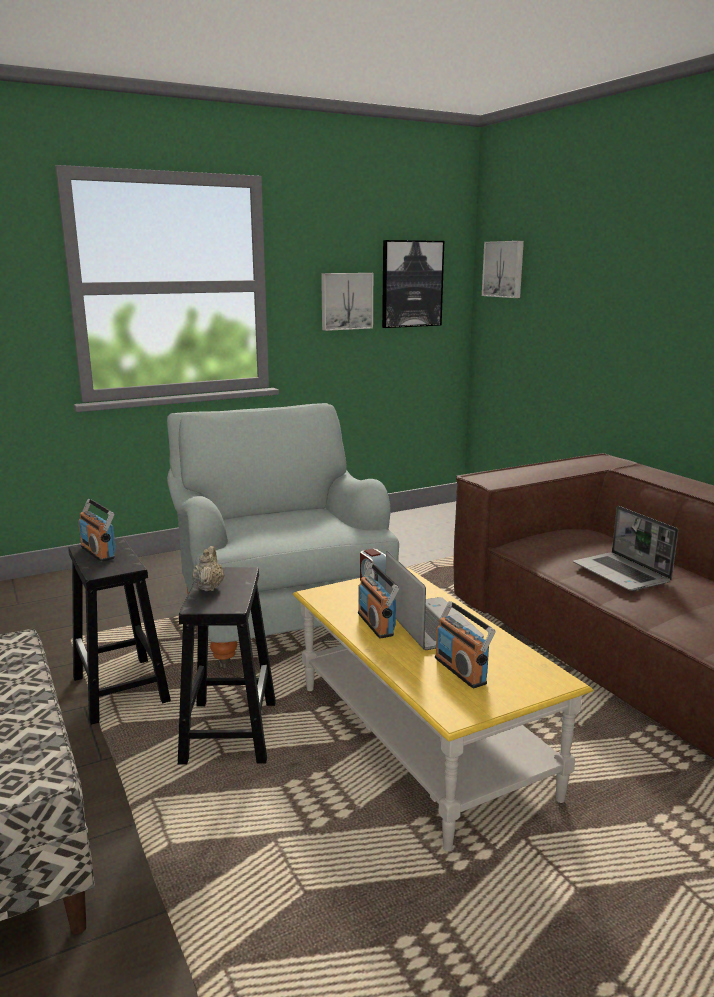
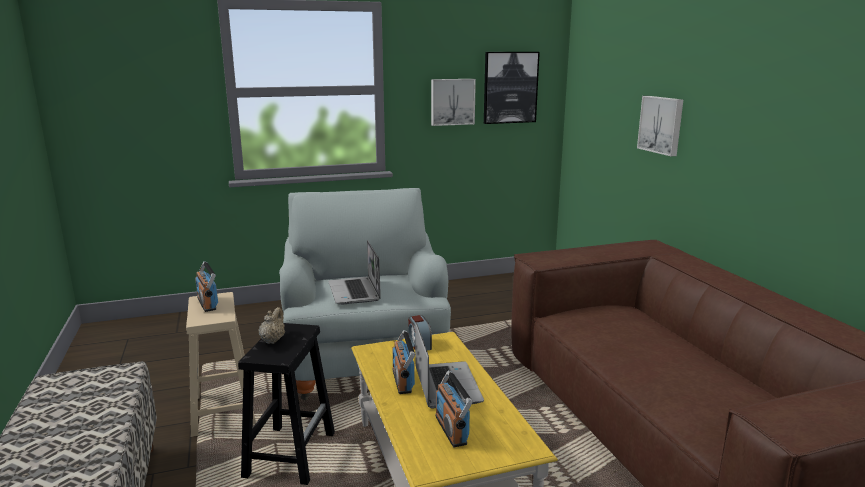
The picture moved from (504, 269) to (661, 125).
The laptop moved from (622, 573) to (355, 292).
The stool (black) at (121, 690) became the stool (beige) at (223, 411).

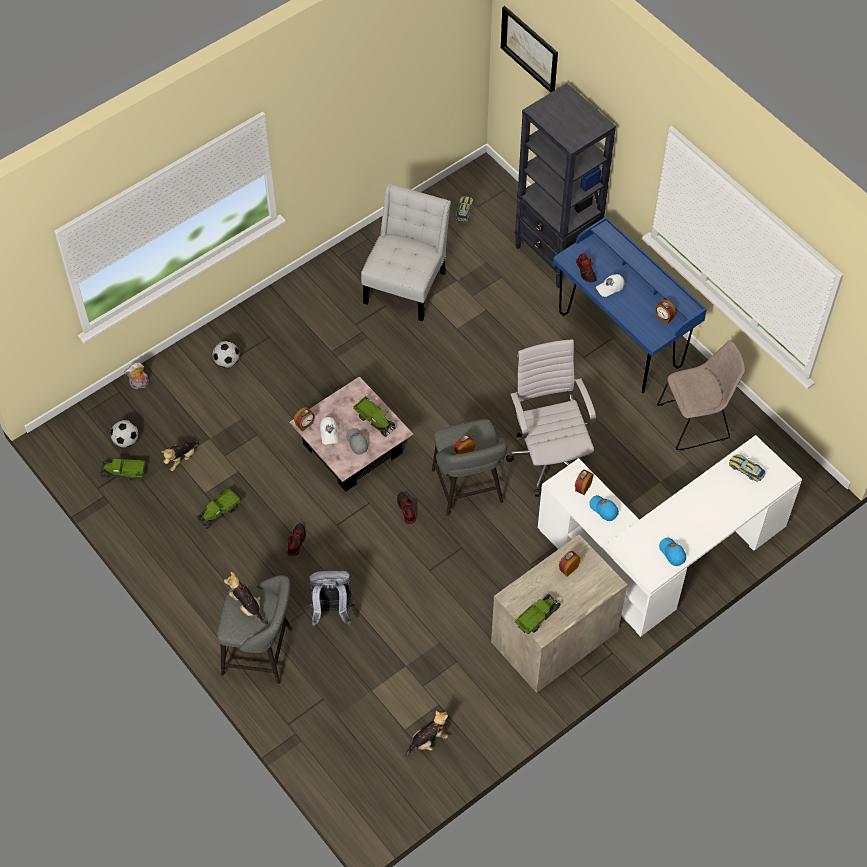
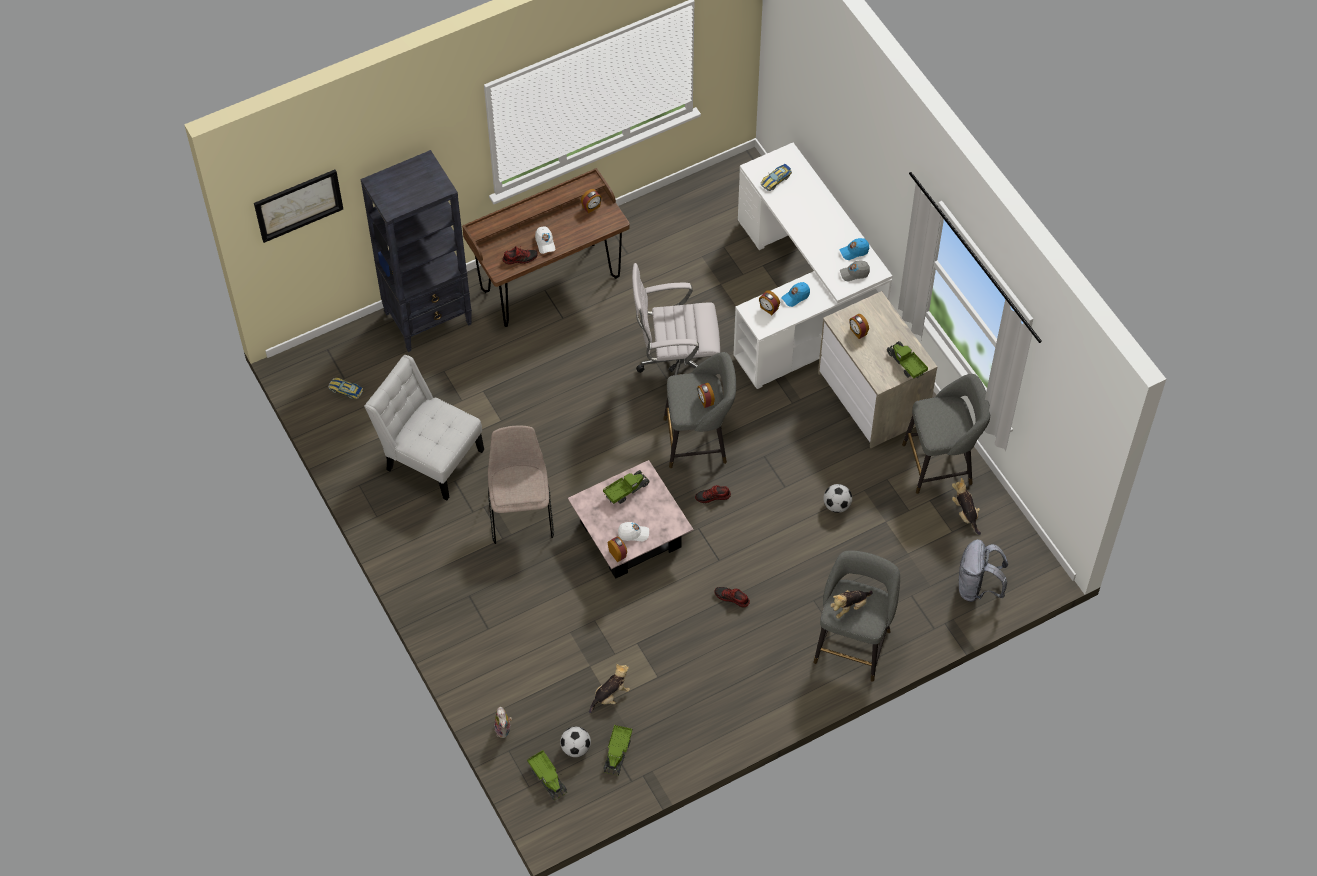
The desk (blue) at (620, 341) became the desk (brown) at (550, 284).
The chair (beige) moved from (695, 421) to (521, 513).
The football moved from (227, 362) to (837, 505).
The cap (grey) moved from (357, 442) to (854, 273).
The plush toy at (181, 459) turned 90 degrees counterclockwise.
The toy truck moved from (219, 513) to (548, 778).
The backpack (grey) moved from (332, 611) to (977, 587).
The stool (grey) at (941, 463) appeared.

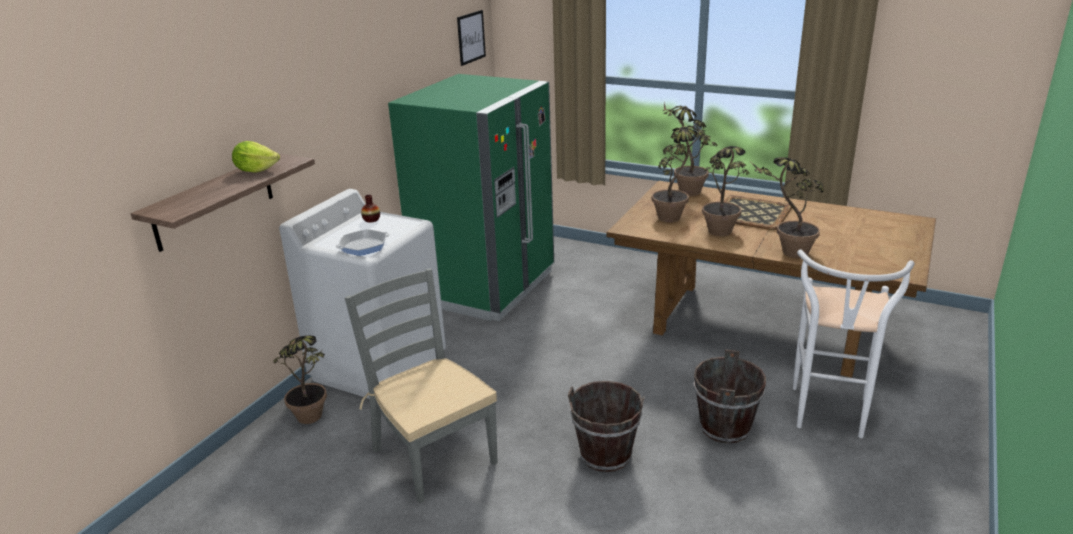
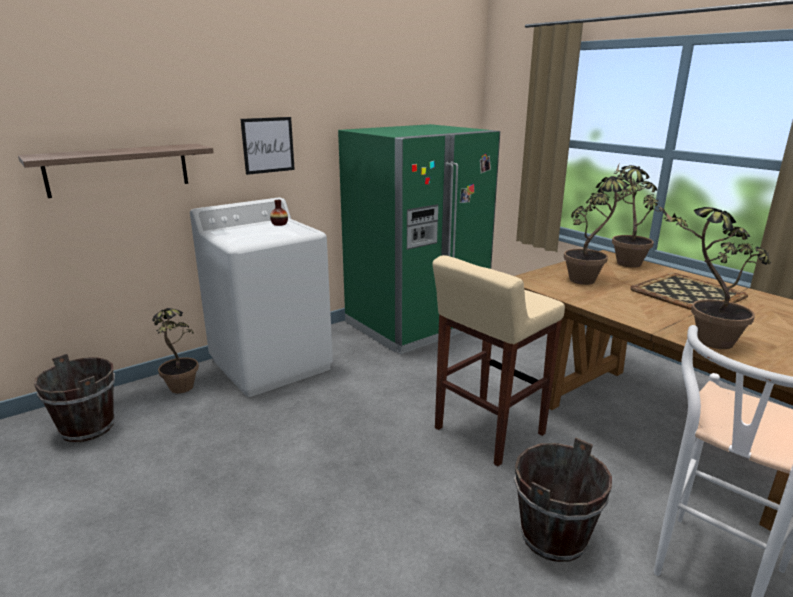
The picture moved from (471, 37) to (268, 145).
The lettuce at (256, 170) disappeared.
The potted plant at (721, 235) disappeared.
The frying pan at (363, 246) disappeared.
The chair (grey) at (433, 455) disappeared.
The bucket (brown) moved from (606, 455) to (88, 428).
The stool (beige) at (488, 432) appeared.

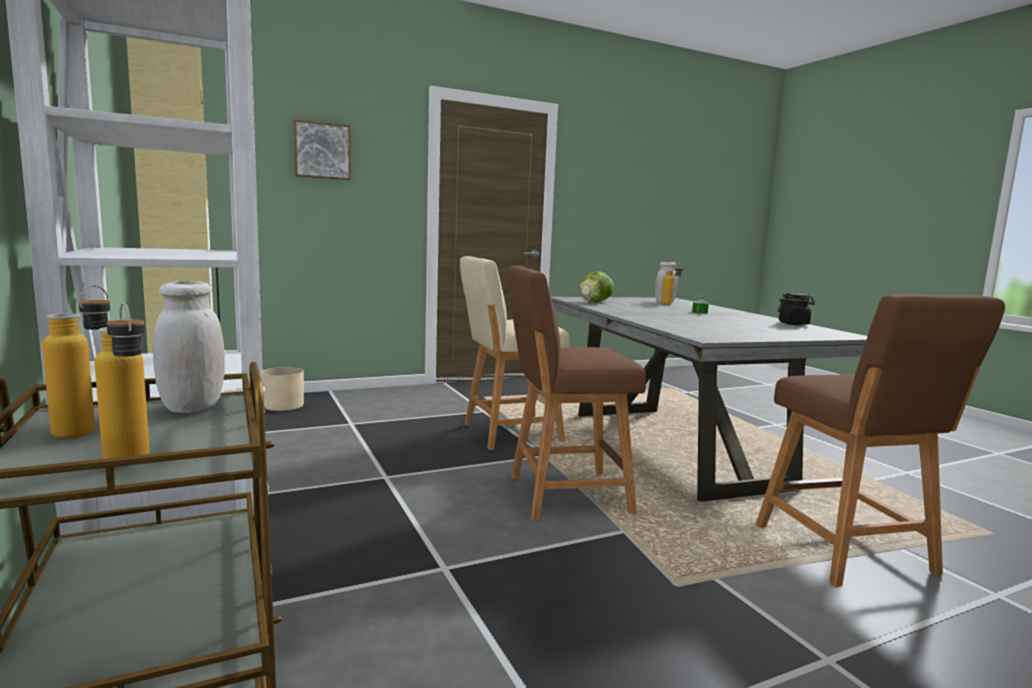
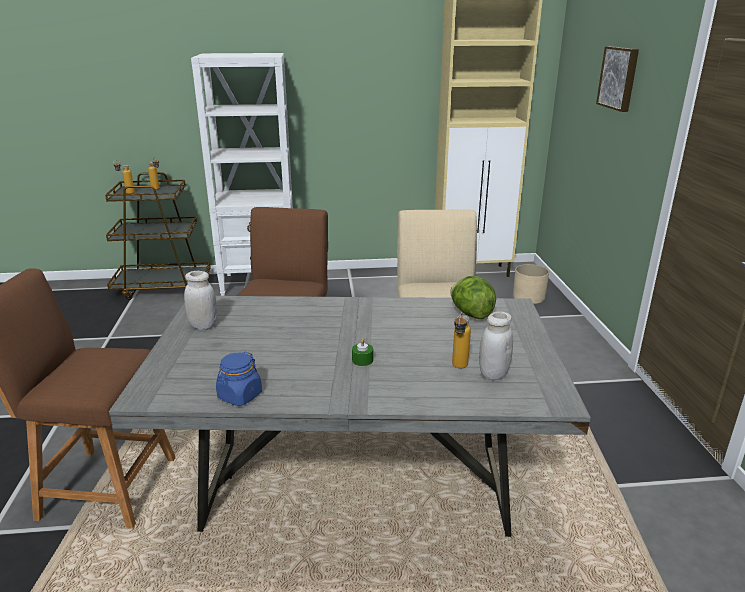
The jar (white) moved from (193, 407) to (203, 326).
The jar (black) at (794, 324) became the jar (blue) at (239, 396).

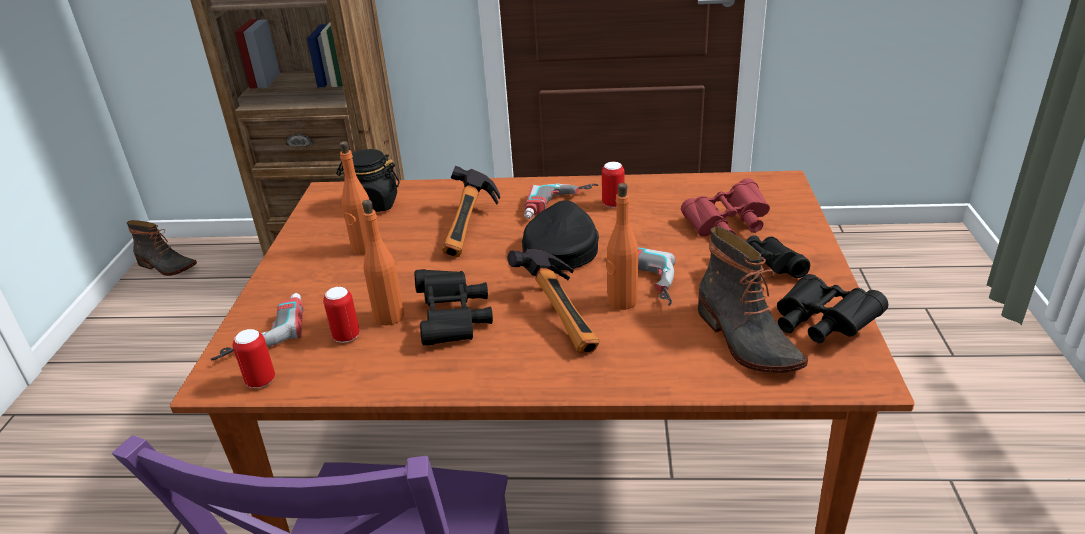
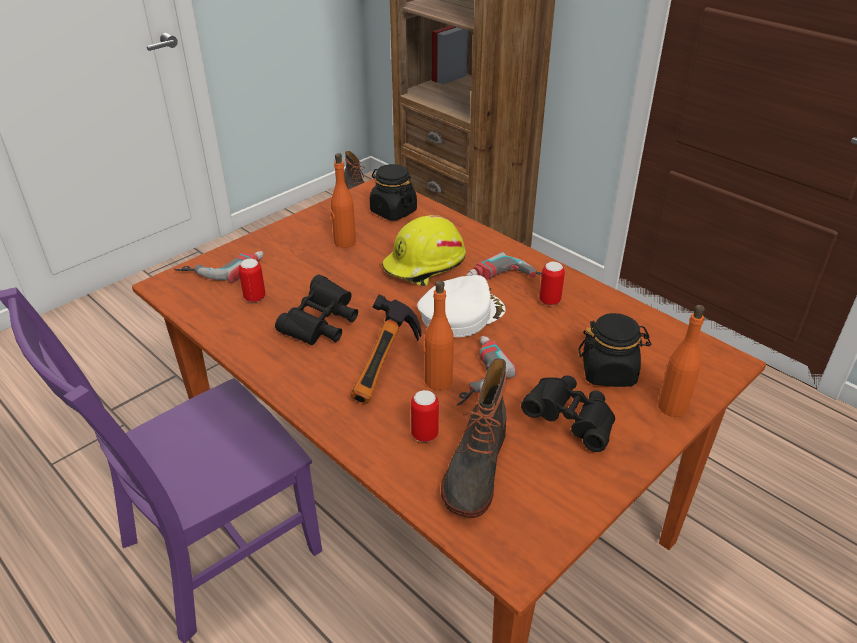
The hammer at (472, 229) was replaced by the hard hat (yellow) at (425, 265).
The binoculars (red) at (726, 226) was replaced by the jar (black) at (609, 372).
The bottle (orange) moved from (388, 316) to (672, 406).
The cap (black) at (561, 247) became the cap (white) at (461, 314).
The binoculars (black) at (821, 325) disappeared.
The can moved from (261, 381) to (424, 434).

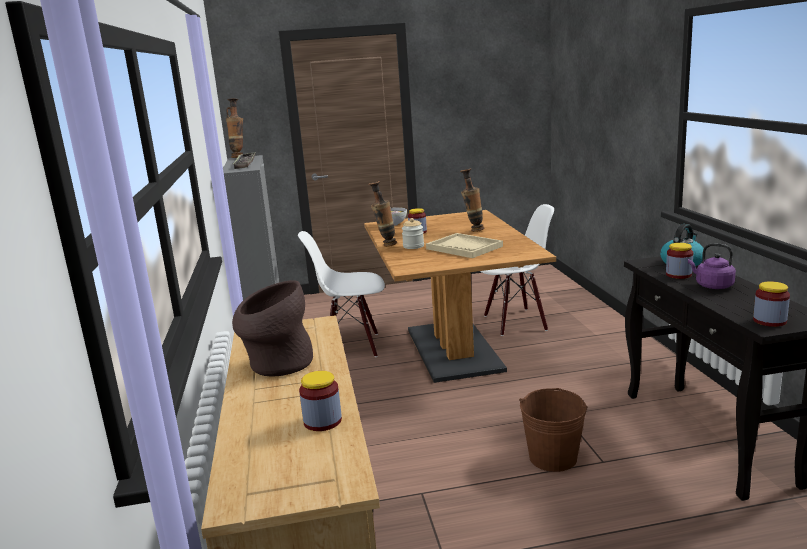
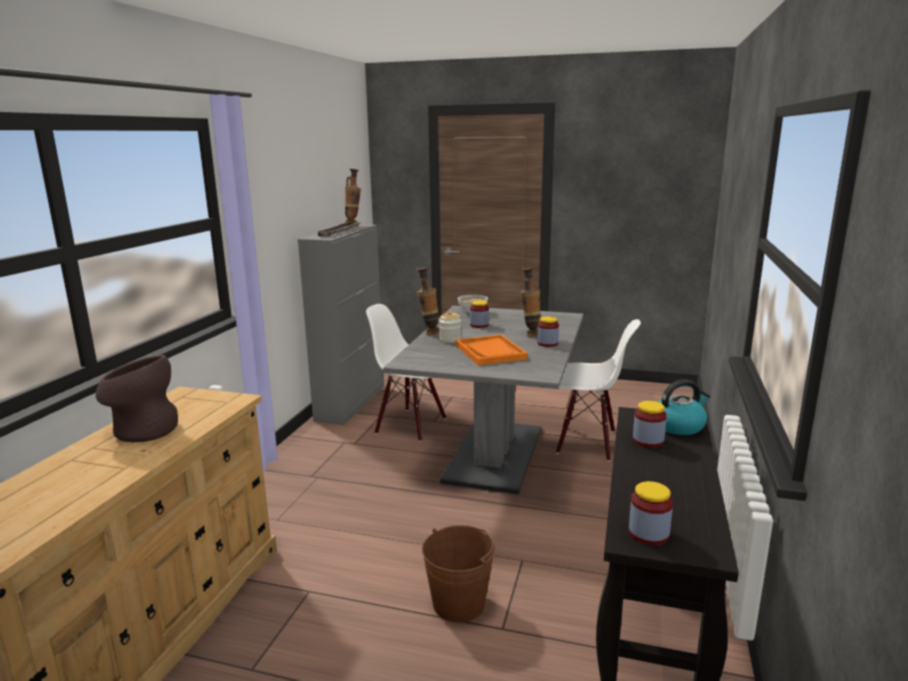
The dining table (brown) at (453, 349) became the dining table (grey) at (494, 454).
The tray (beige) at (464, 247) became the tray (orange) at (490, 352).
The kettle (purple) at (712, 286) disappeared.
The jar moved from (322, 421) to (547, 343).

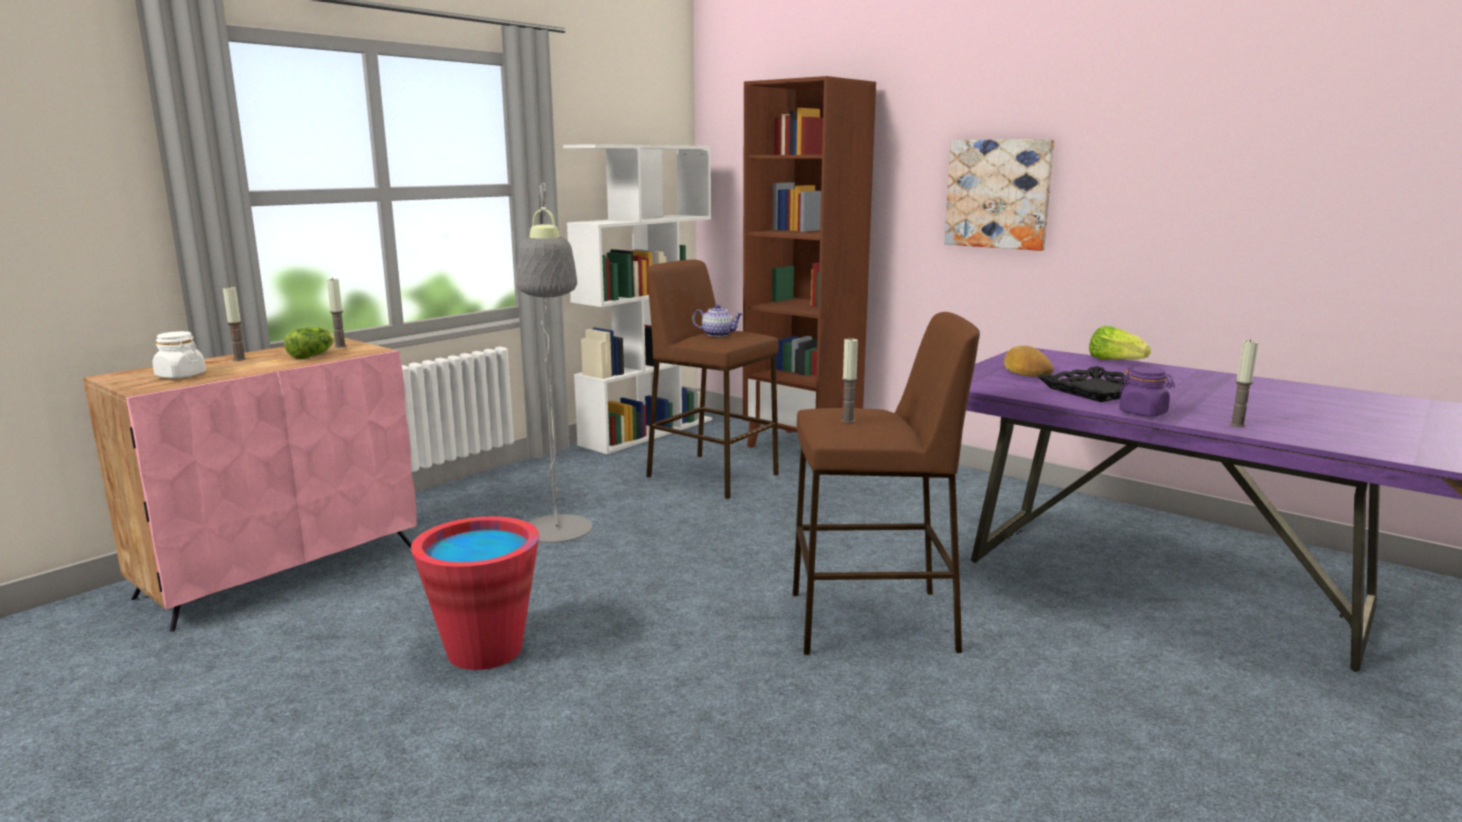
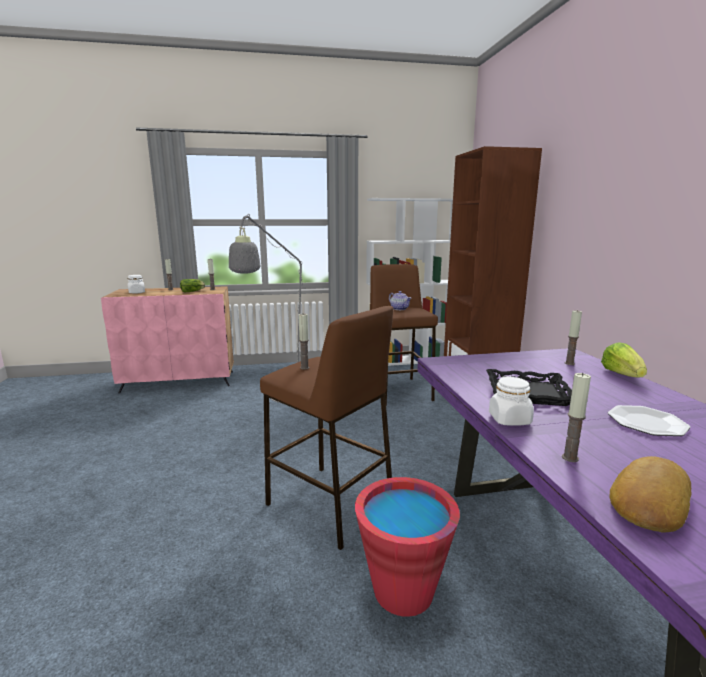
The picture at (998, 194) disappeared.
The bread moved from (1025, 370) to (647, 500).
The jar (purple) at (1143, 413) became the jar (white) at (509, 420).
The bucket (red) moved from (485, 650) to (403, 590).
The candle at (569, 363) appeared.
The plate at (646, 422) appeared.

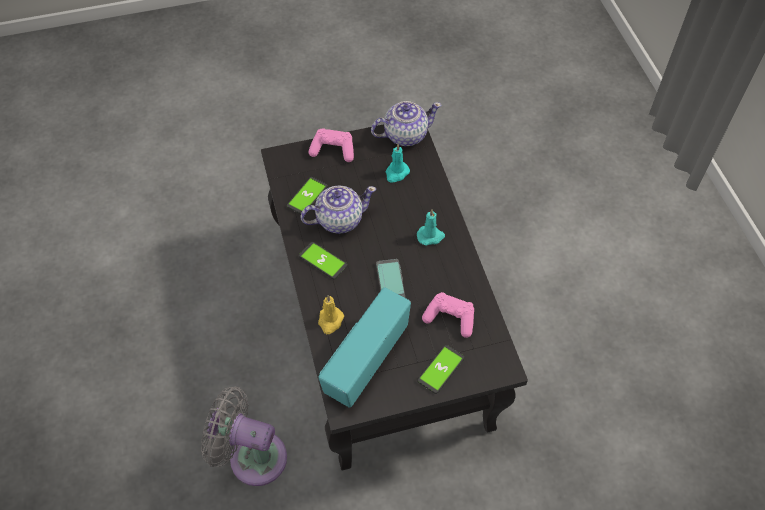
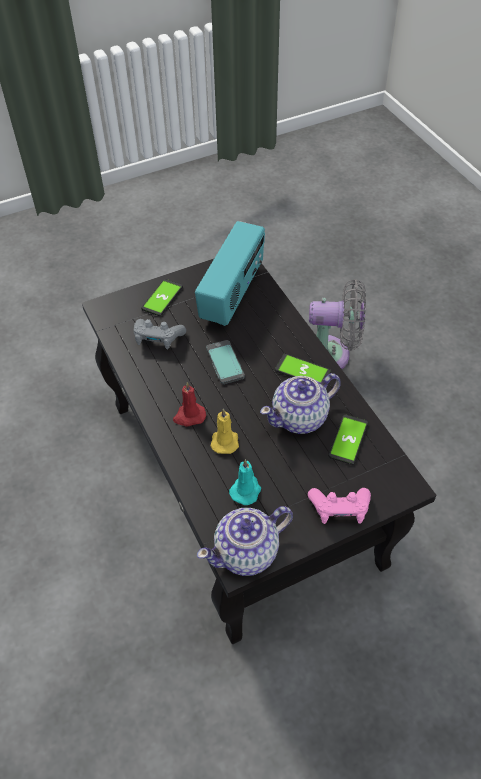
The candle (turquoise) at (431, 236) became the candle (red) at (189, 416).
The game controller (pink) at (450, 318) became the game controller (grey) at (158, 339).
The candle (yellow) moved from (330, 321) to (225, 441).

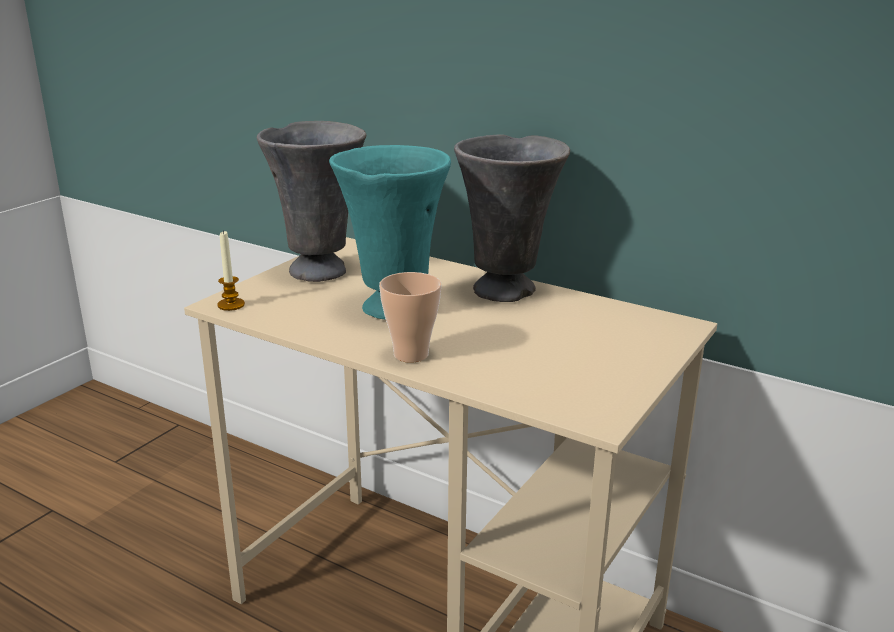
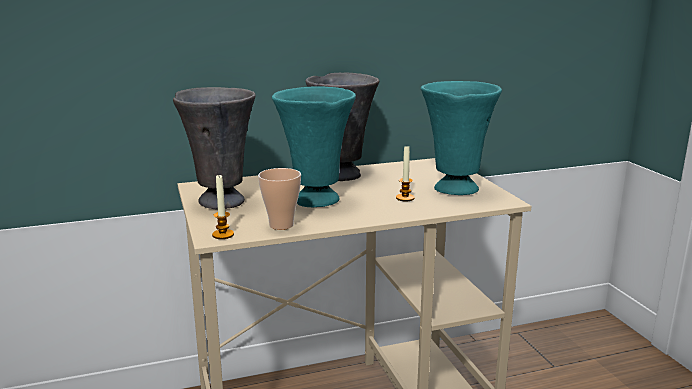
The cup moved from (411, 354) to (281, 225).
The vase (turquoise) at (454, 189) appeared.
The candle at (405, 198) appeared.

